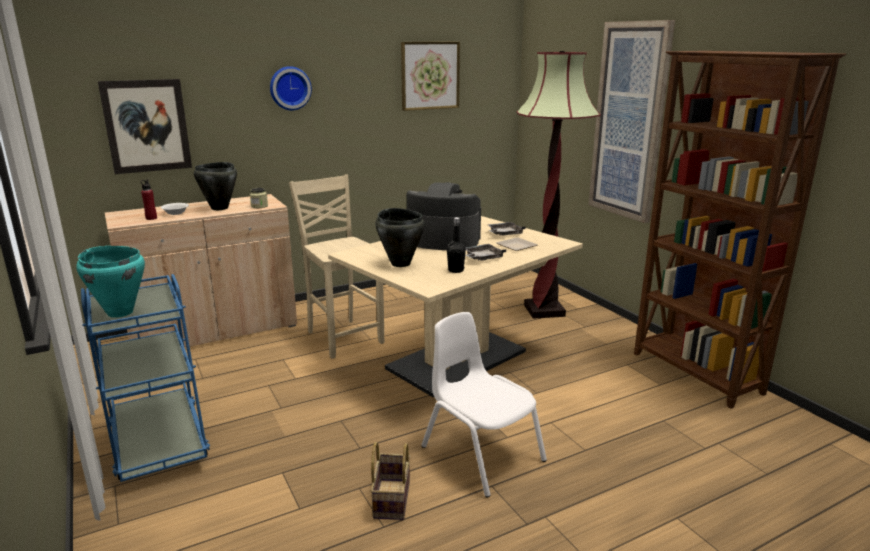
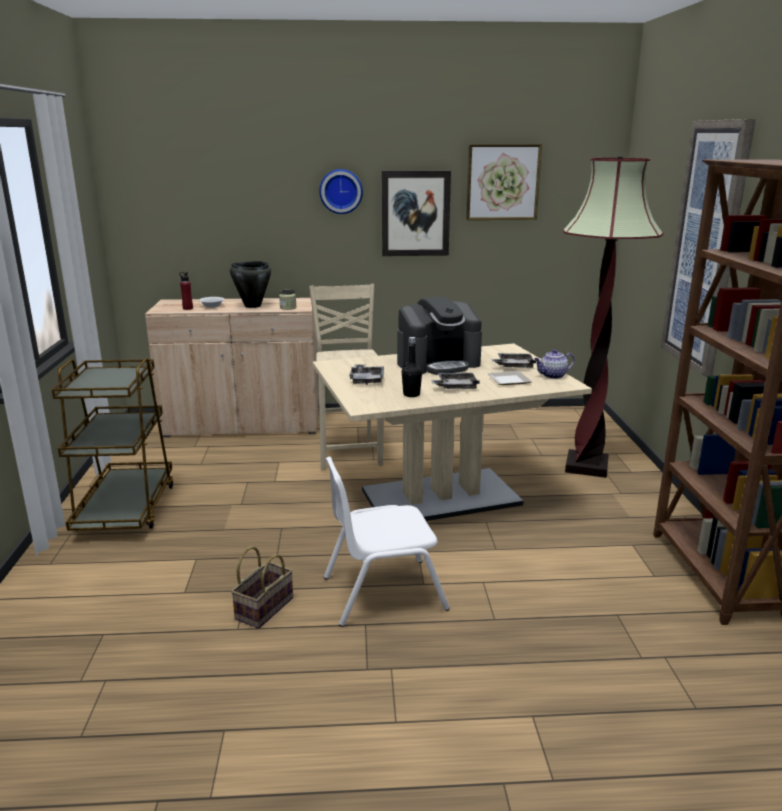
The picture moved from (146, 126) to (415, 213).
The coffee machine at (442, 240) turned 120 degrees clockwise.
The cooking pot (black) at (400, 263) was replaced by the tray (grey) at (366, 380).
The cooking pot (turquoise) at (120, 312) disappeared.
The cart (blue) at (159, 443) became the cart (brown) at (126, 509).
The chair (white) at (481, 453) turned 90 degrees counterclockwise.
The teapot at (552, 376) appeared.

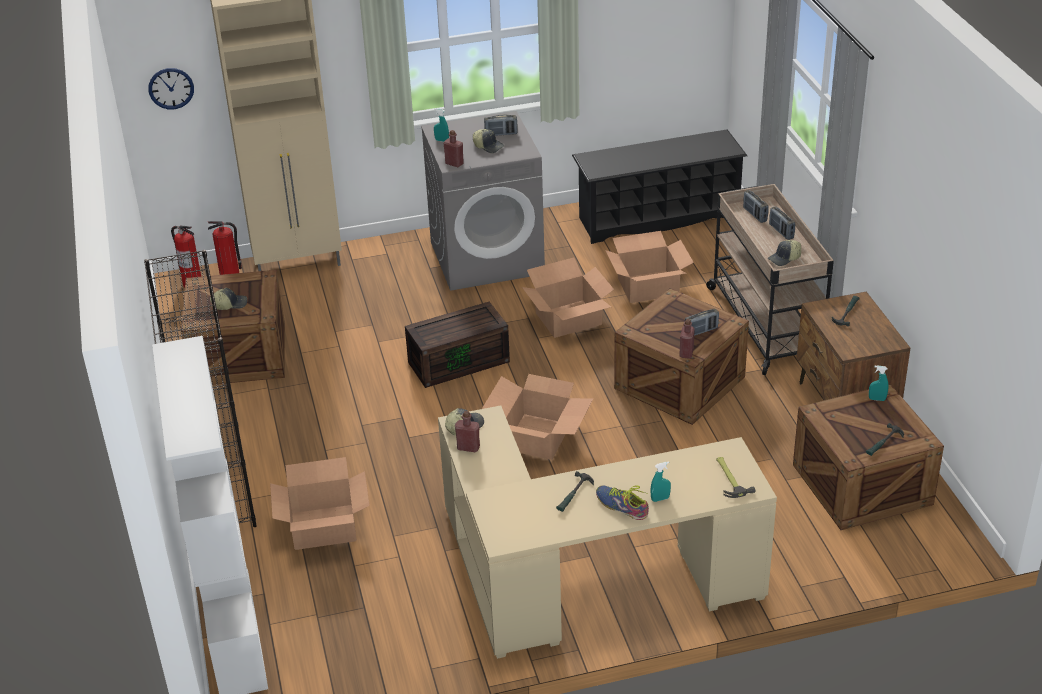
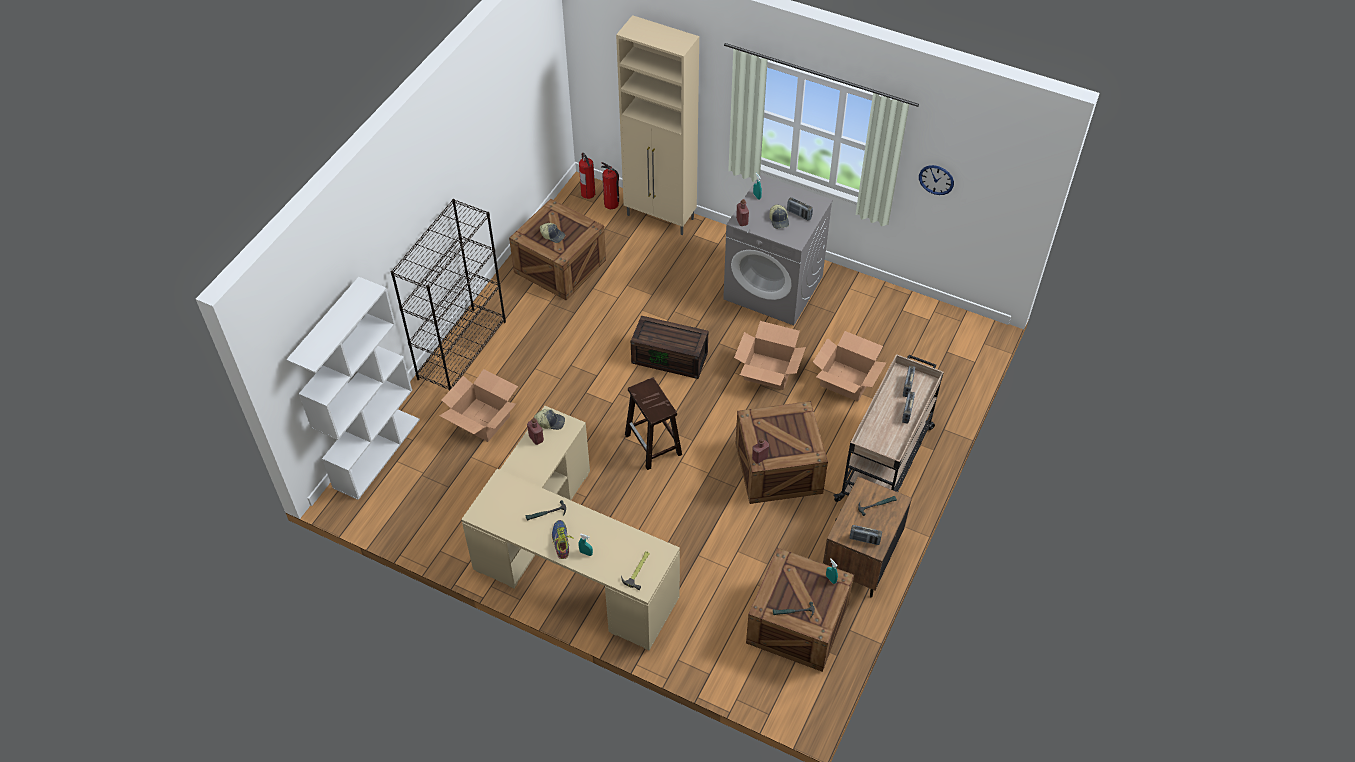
The wall clock moved from (171, 88) to (936, 179).
The shoe rack (black) at (657, 218) disappeared.
The cap at (784, 259) disappeared.
The radio moved from (701, 331) to (864, 539).
The cardboard box at (538, 437) was replaced by the stool (brown) at (654, 445).

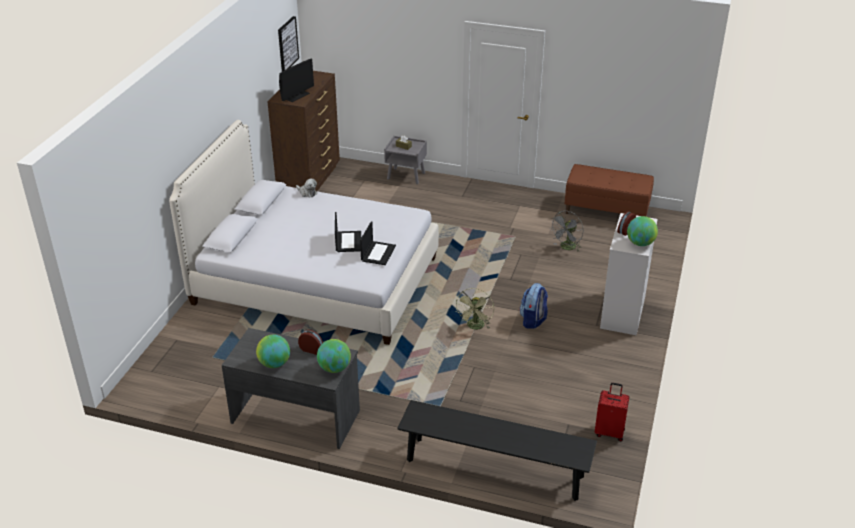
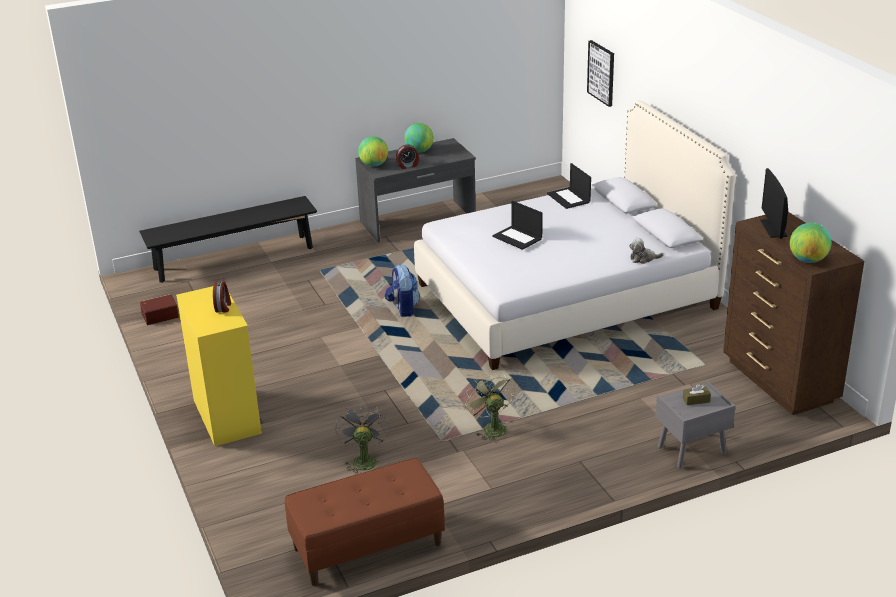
The picture moved from (287, 44) to (601, 73).
The dresser (white) at (623, 312) became the dresser (yellow) at (226, 416).
The globe moved from (640, 243) to (808, 260).
The laptop moved from (378, 253) to (569, 198).
The backpack moved from (533, 320) to (403, 309).
The fan (green) moved from (475, 327) to (491, 428).
The suitcase (red) at (609, 432) was replaced by the storage box (brown) at (160, 315).

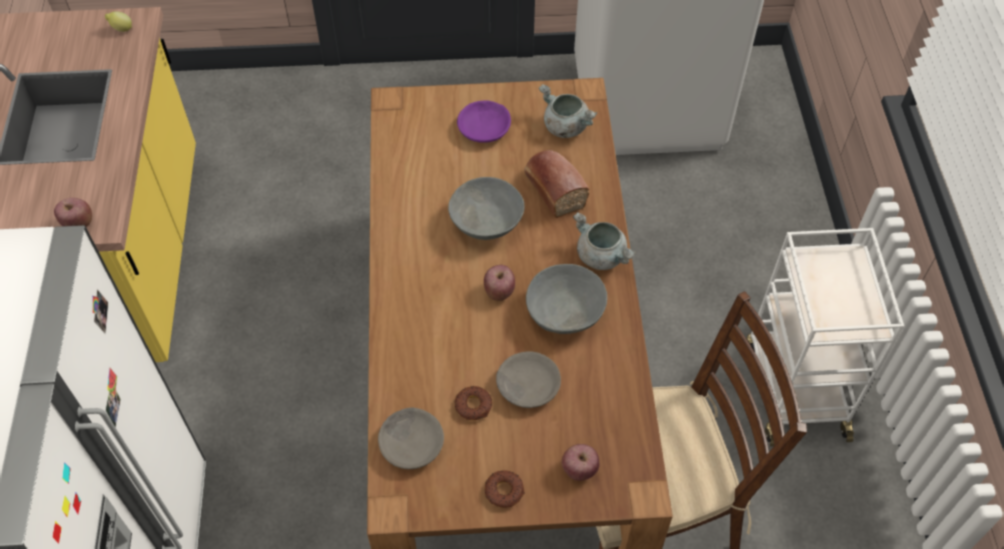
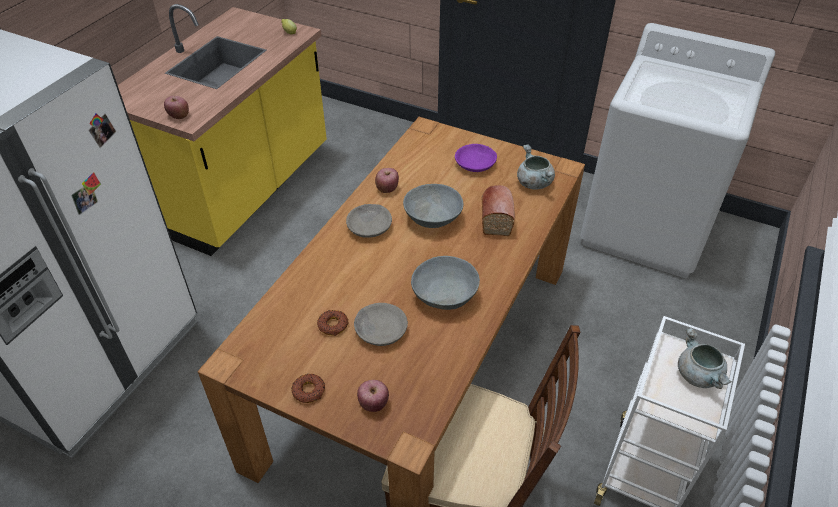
The cooking pot (grey) moved from (602, 256) to (699, 375).
The apple moved from (499, 291) to (387, 189).
The bowl (grey) moved from (411, 443) to (370, 226).

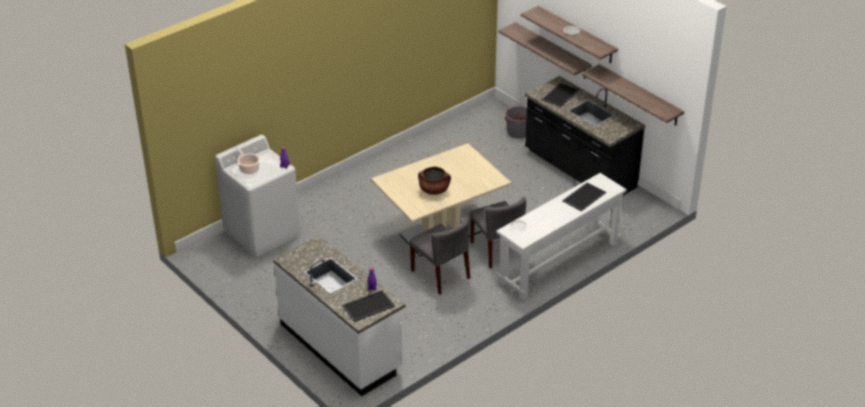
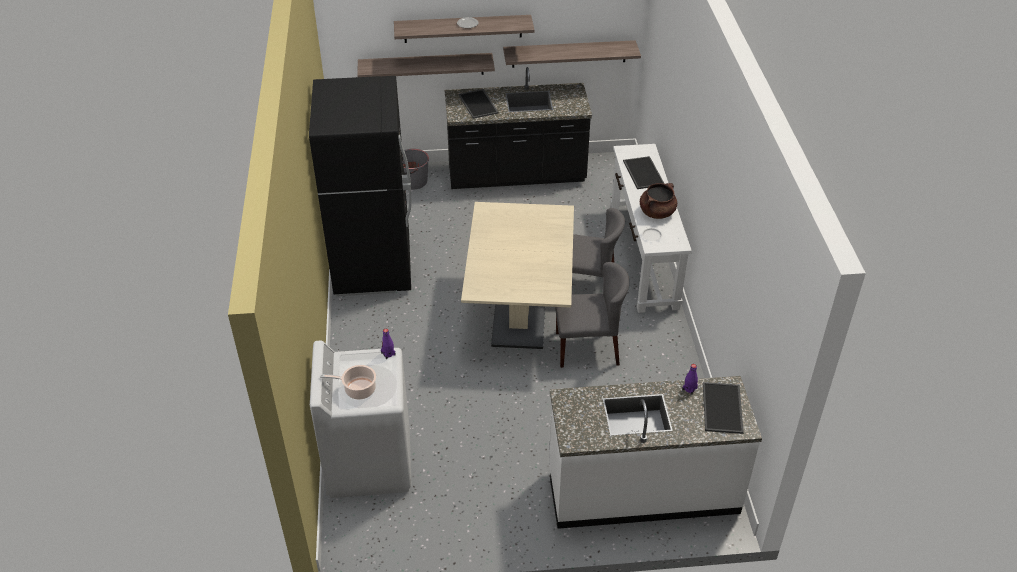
The cooking pot (brown) moved from (434, 190) to (657, 212).
The fridge (black) at (372, 265) appeared.

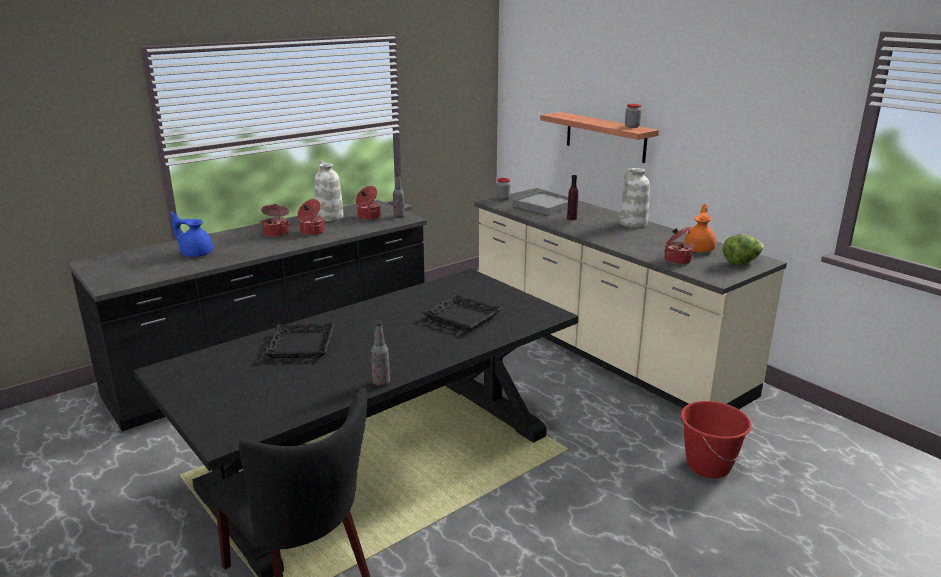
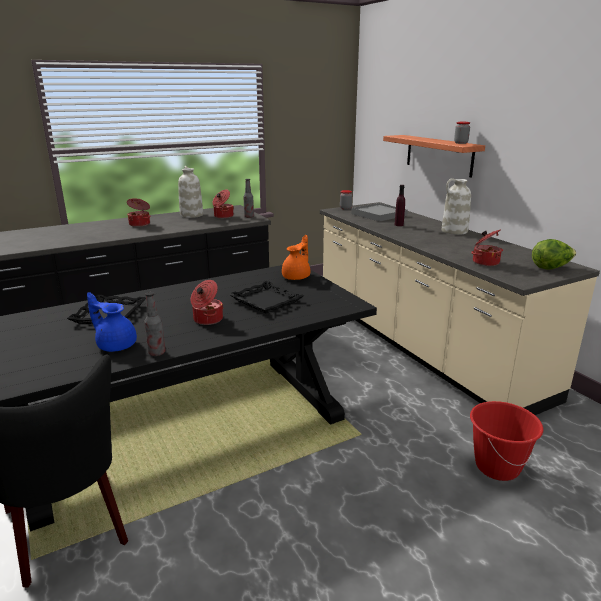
The cooking pot moved from (311, 232) to (207, 319).
The teapot (orange) moved from (699, 249) to (297, 277).
The teapot (blue) moved from (196, 253) to (116, 345).

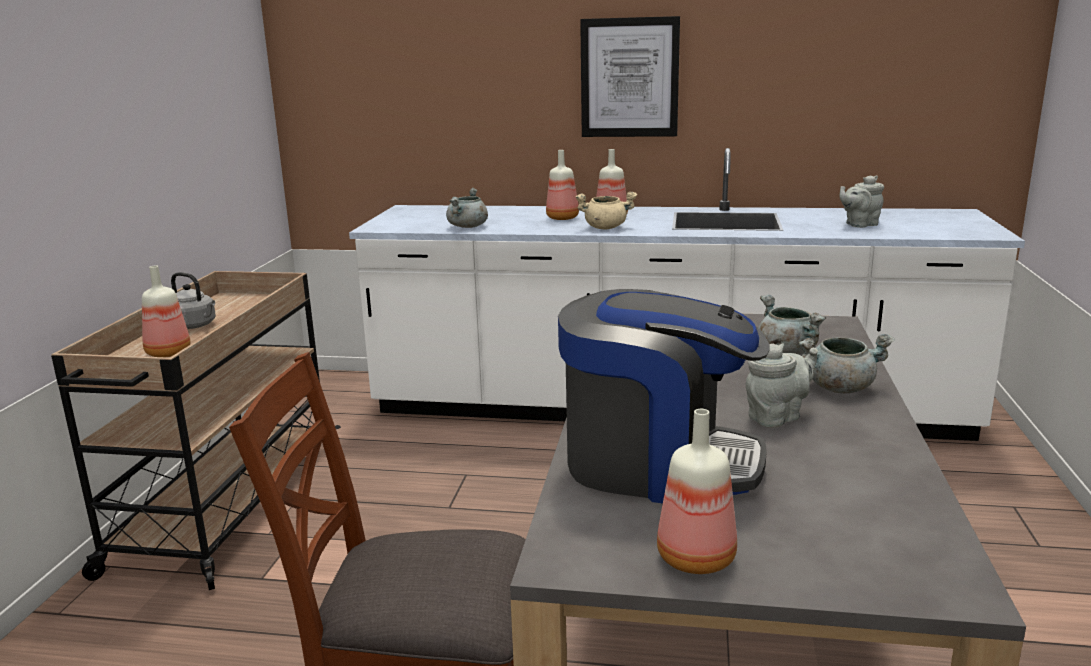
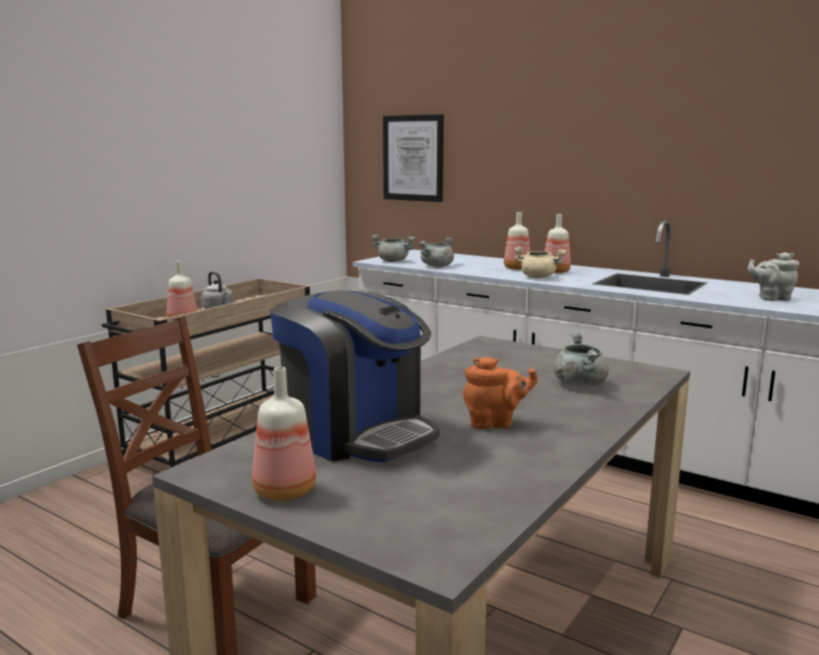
The picture moved from (629, 78) to (413, 158).
The cooking pot (grey) moved from (840, 387) to (393, 261).
The teapot (grey) at (777, 417) became the teapot (orange) at (495, 423).

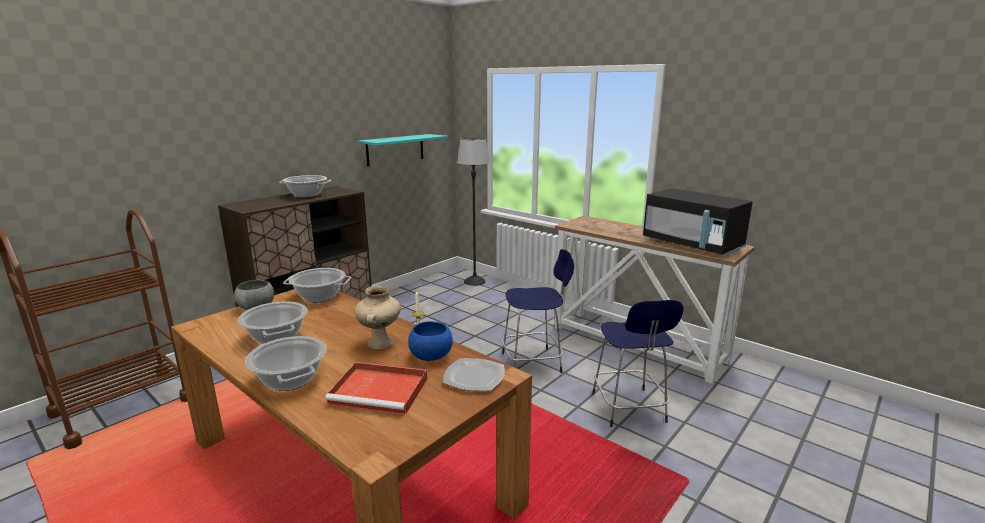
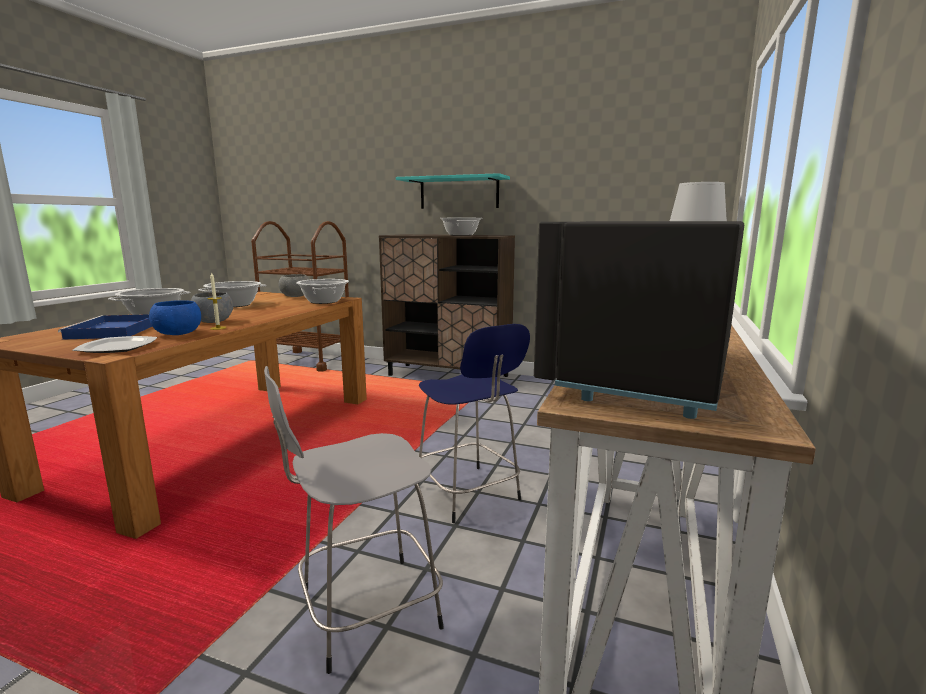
The shelf (turquoise) moved from (395, 149) to (459, 193).
The vase (beige) at (380, 344) was replaced by the bowl (grey) at (213, 321).
The stool (blue) at (629, 409) became the stool (grey) at (364, 611).
The tray (red) at (381, 391) became the tray (blue) at (114, 331).

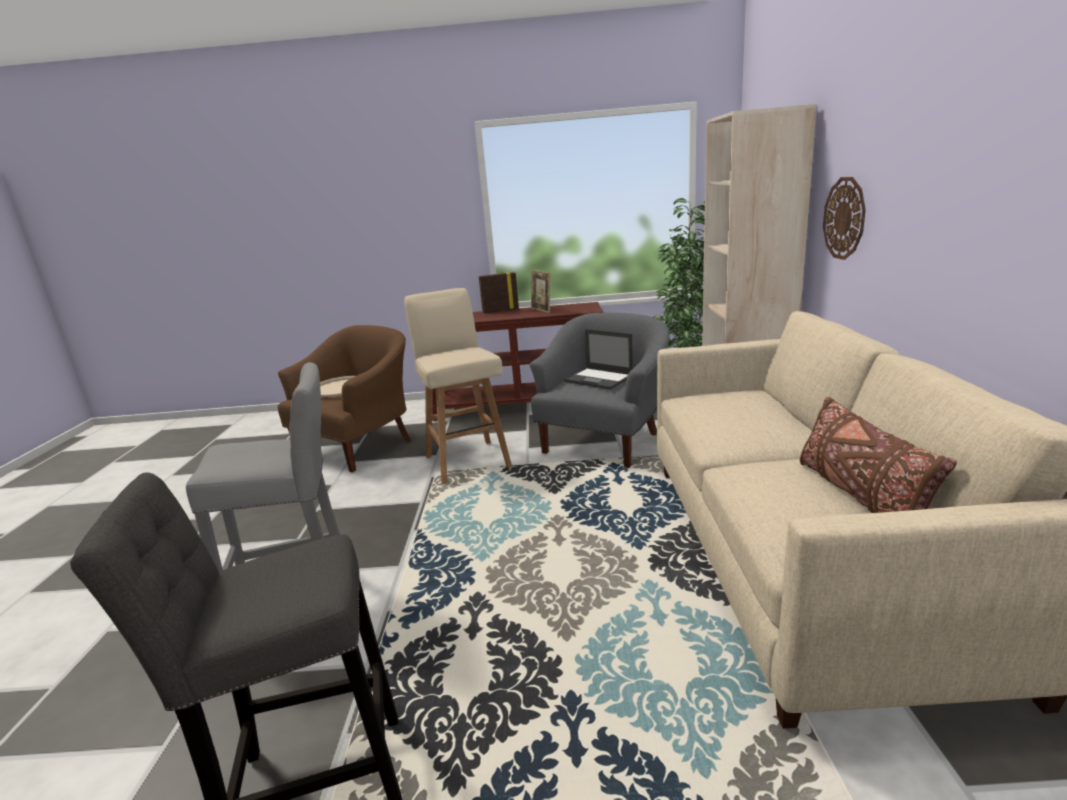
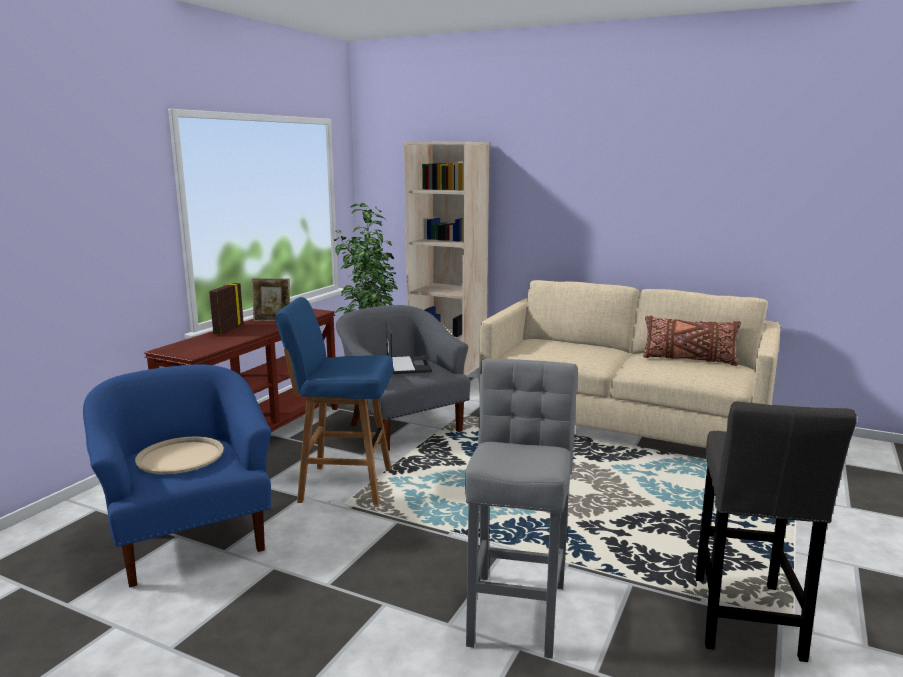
The wall clock at (844, 218) disappeared.
The stool (beige) at (467, 461) became the stool (blue) at (343, 485).
The armchair (brown) at (359, 446) became the armchair (blue) at (190, 537).
The laptop at (599, 379) turned 75 degrees counterclockwise.

